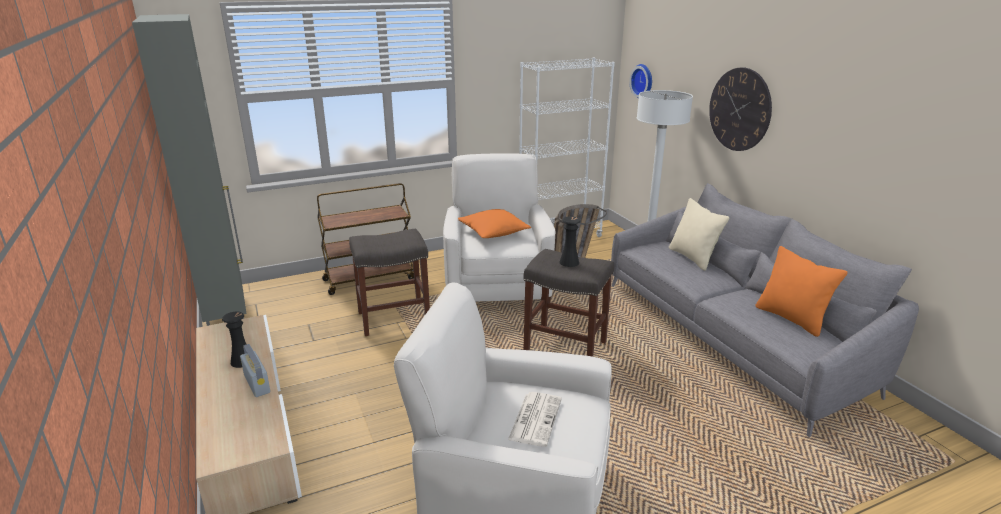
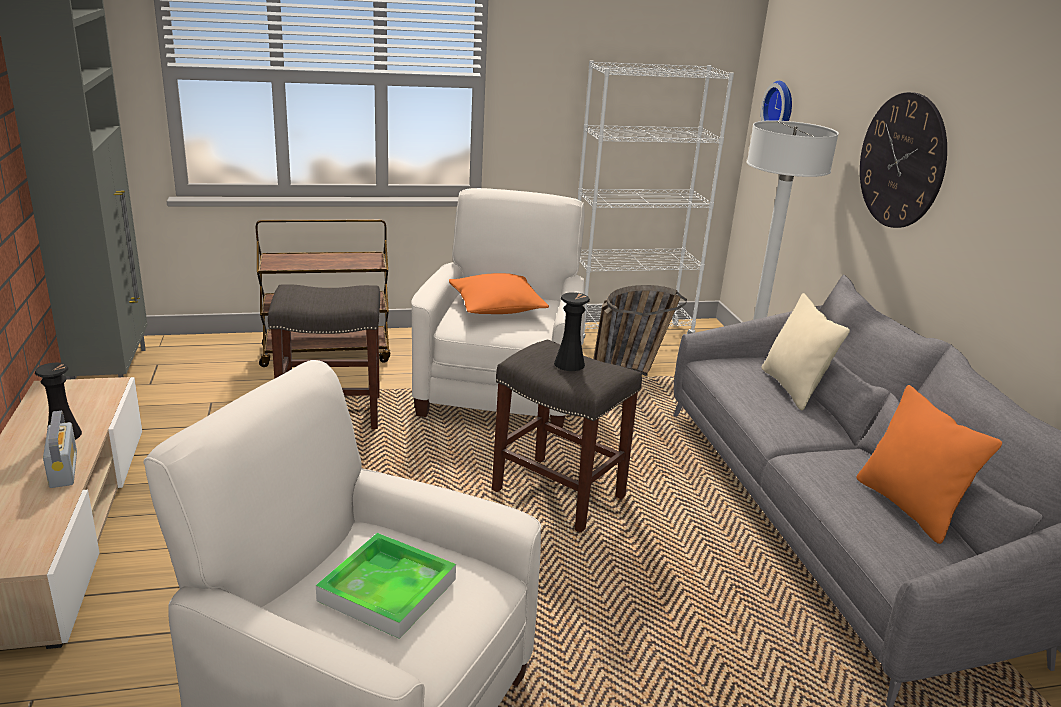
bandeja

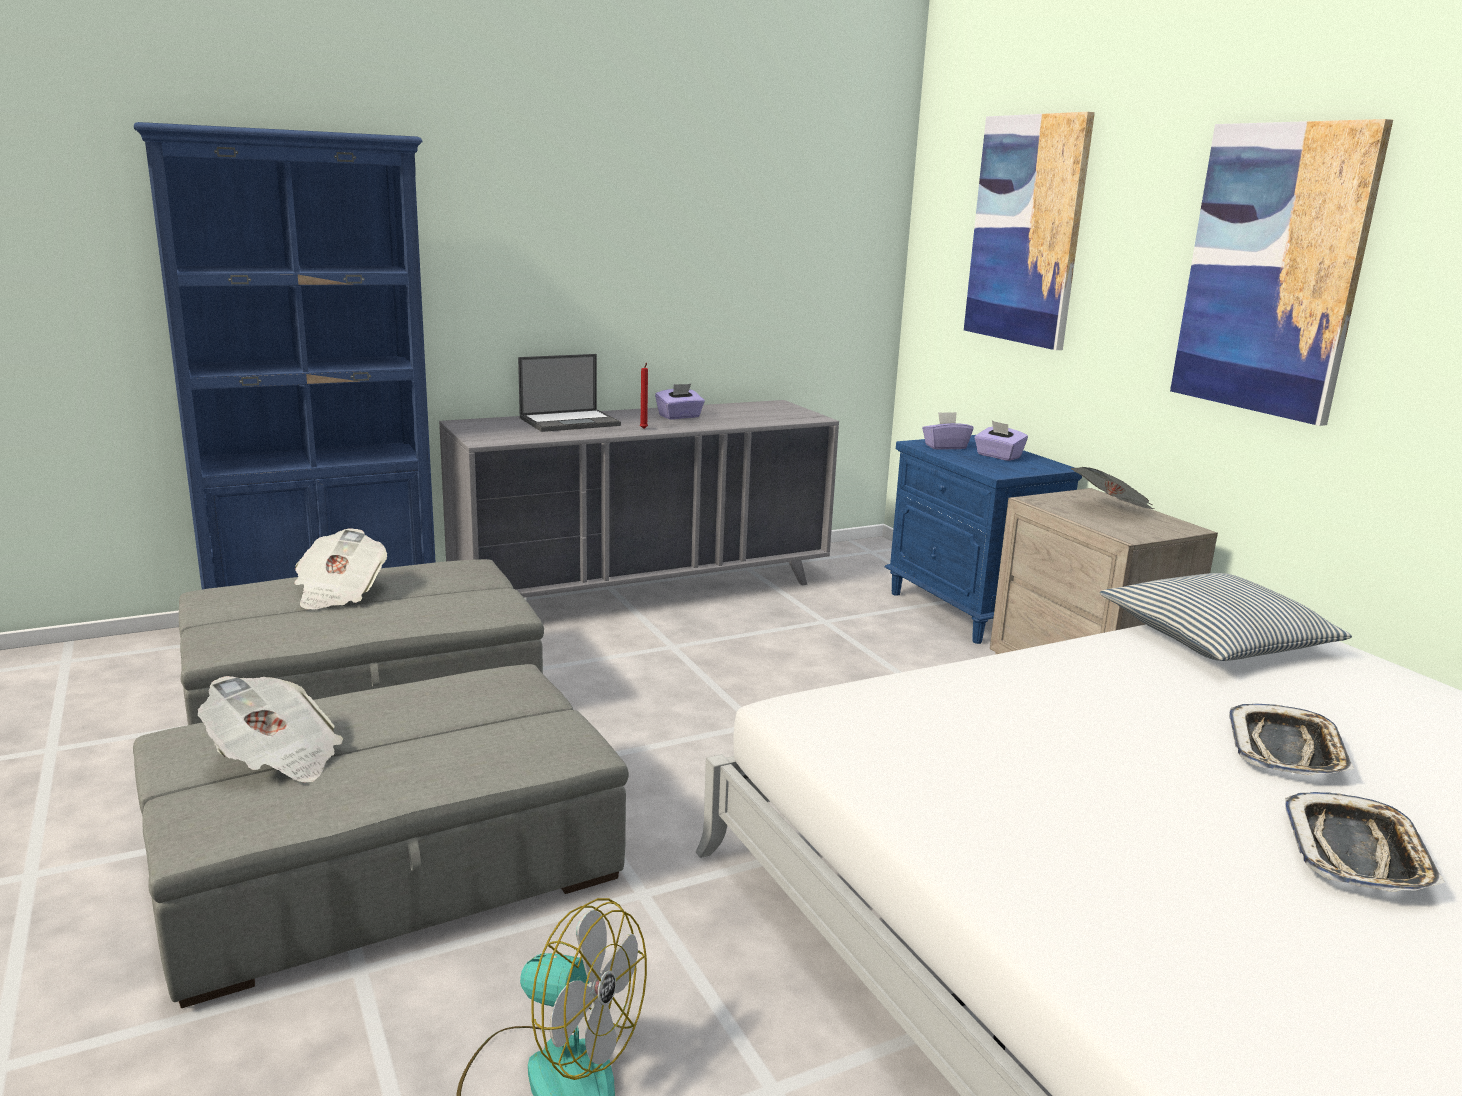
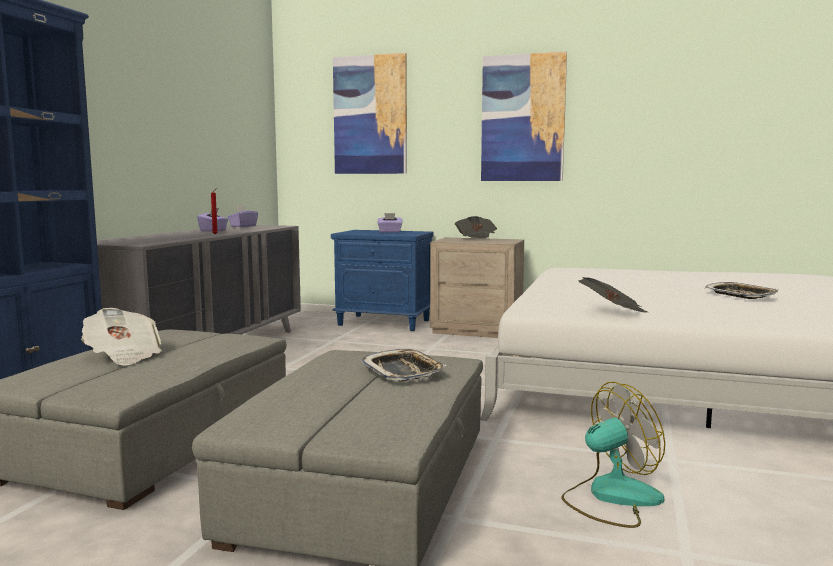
portátil
cojín
periódico (3rd from left)
caja de pañuelos [morado] (2nd from left)
bandeja (1st from left)

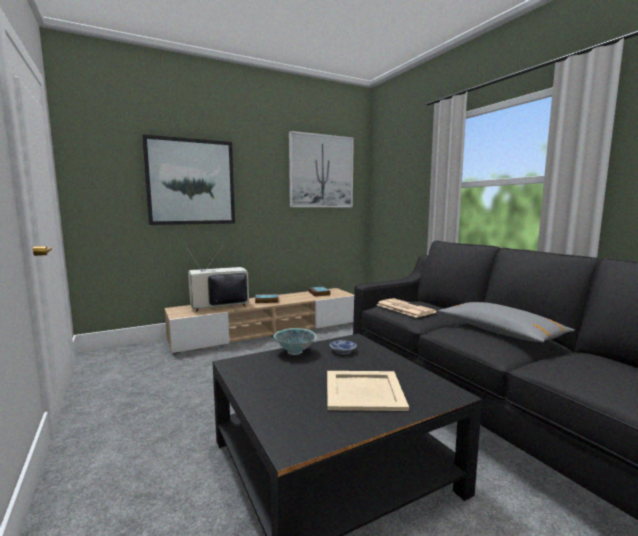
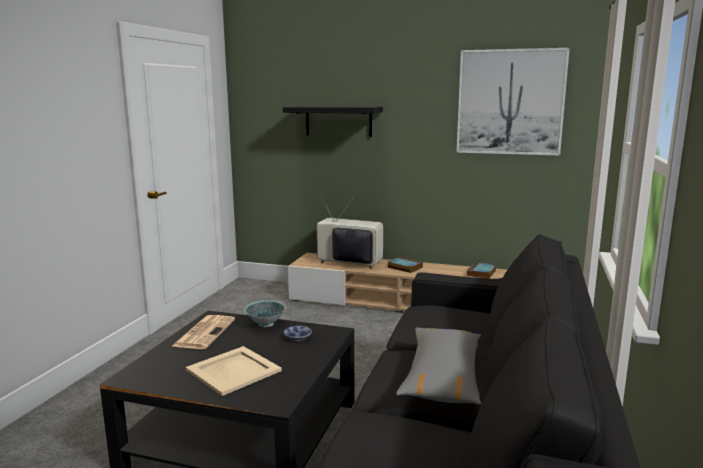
periódico
estante [negro]

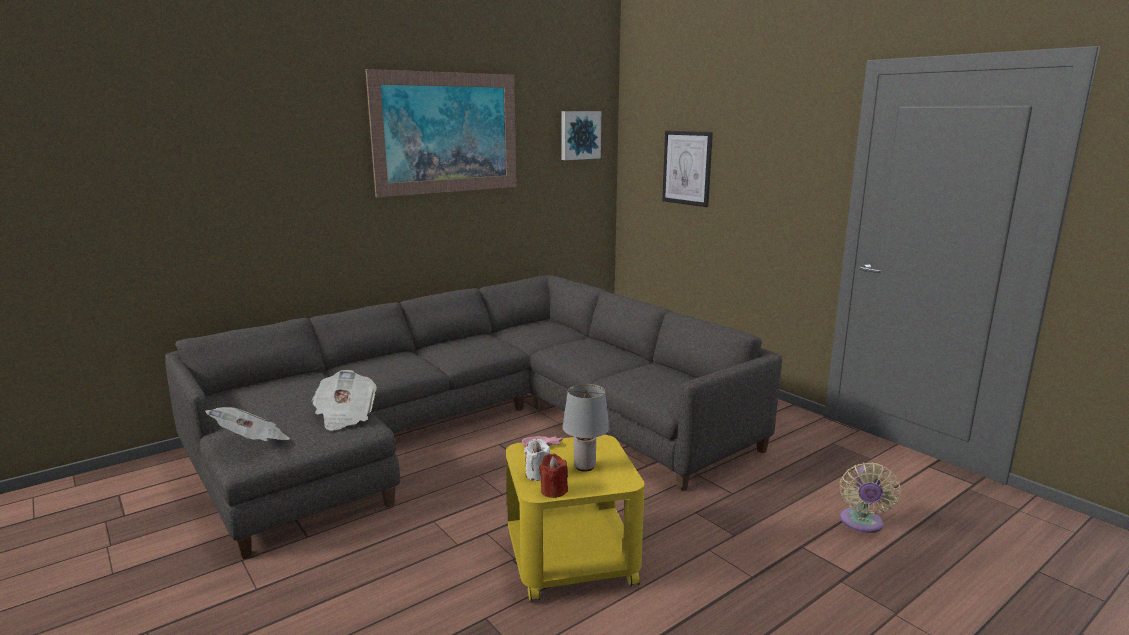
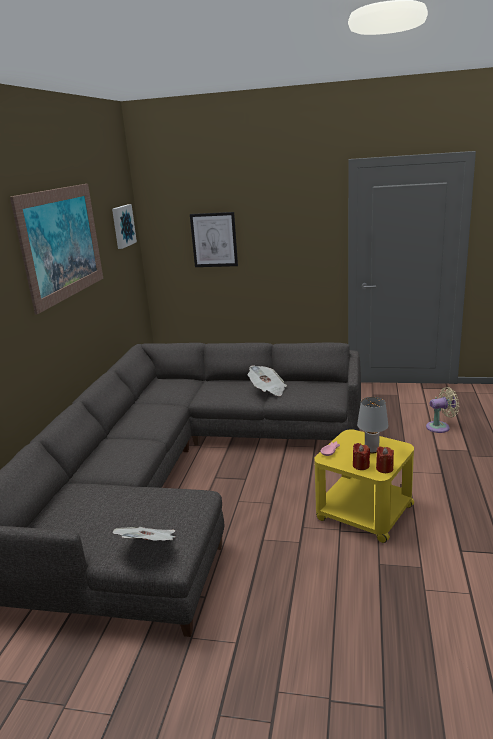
periódico (2nd from left)
vela [rojo] (1st from left)
ventilador [beis]

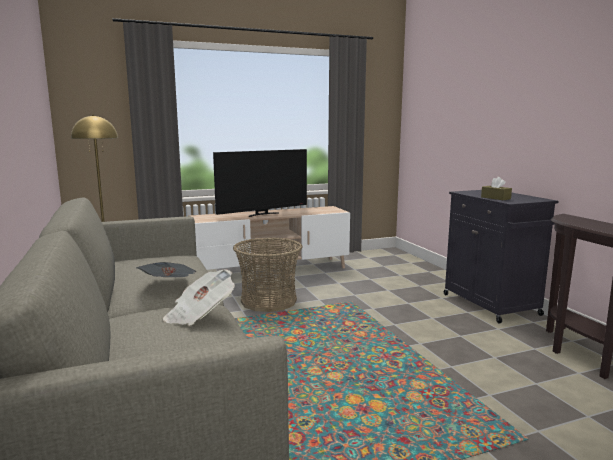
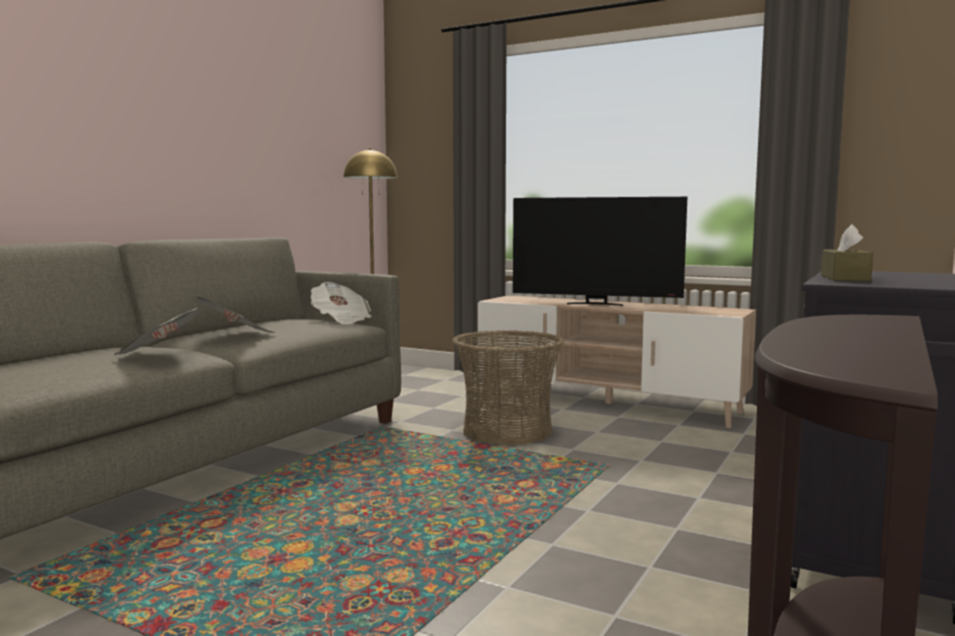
periódico (3rd from left)

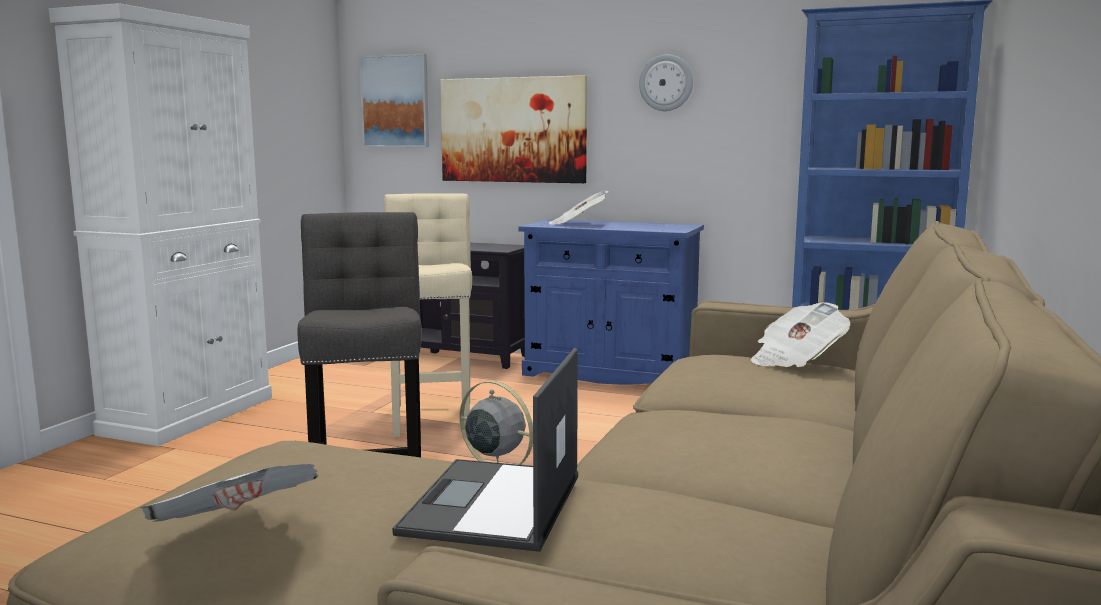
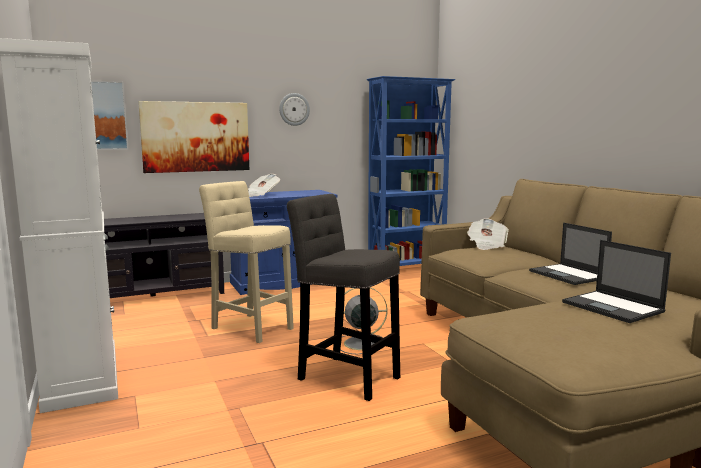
periódico (1st from left in the first image)
portátil (1st from left)

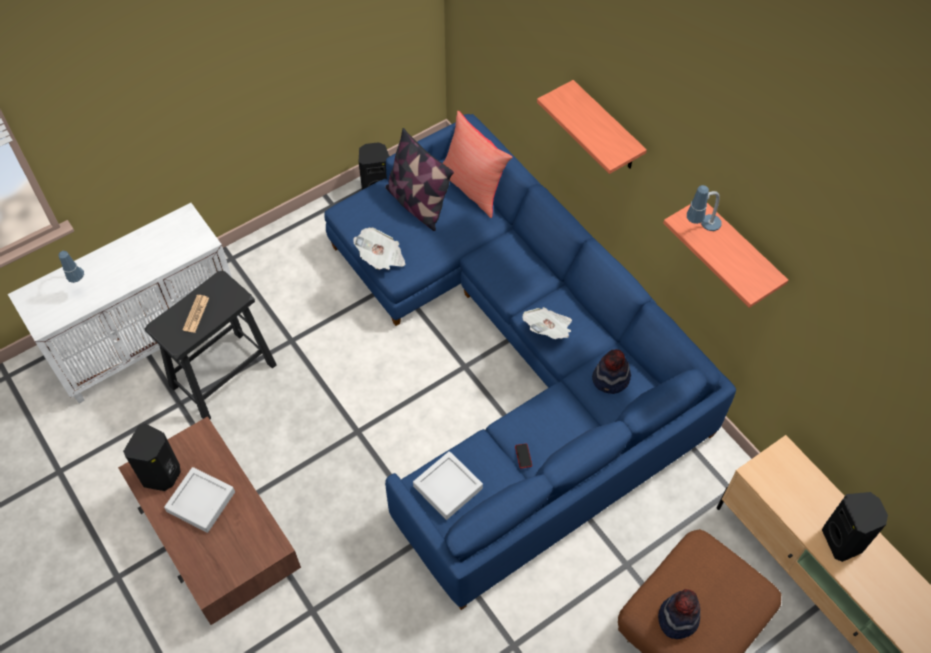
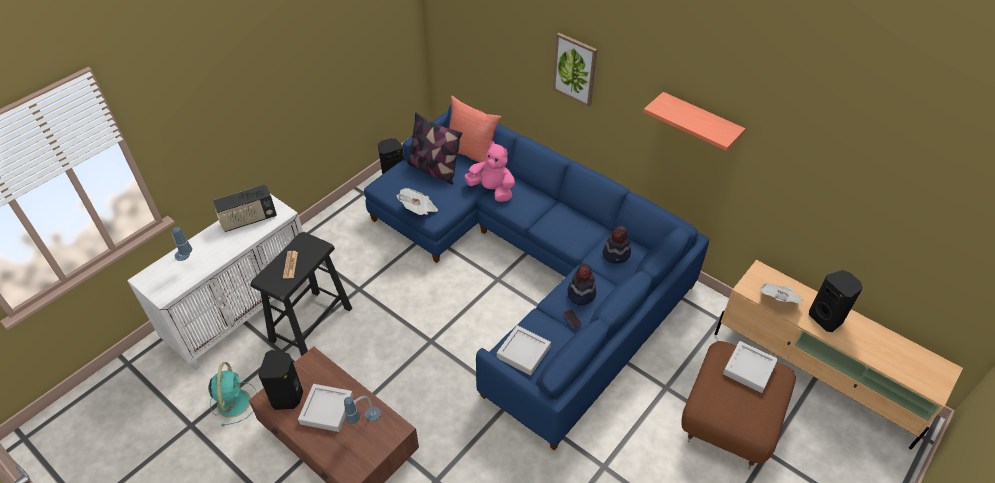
ventilador [turquesa]
radio
peluche [rosa]
bandeja [gris] (3rd from left)
periódico (3rd from left)
sombrero (1st from left)
lámpara de mesa (2nd from left)
cuadro

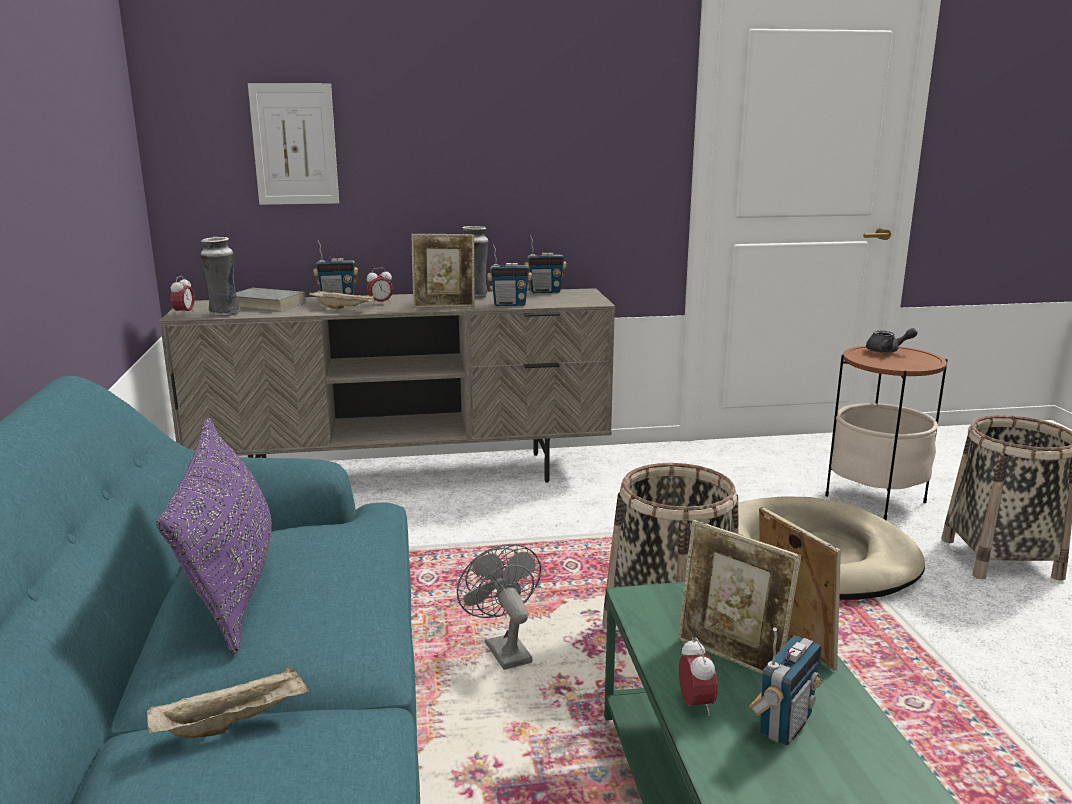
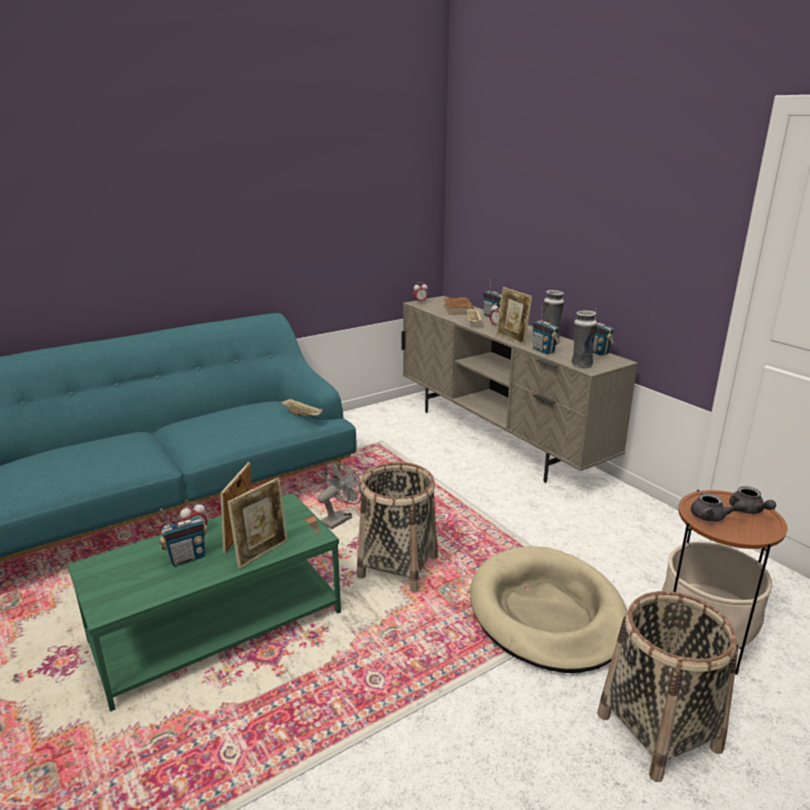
cojín [morado]
cuadro
tetera [gris] (1st from left)
bandeja [beis] (1st from left)
florero (2nd from left)
libro [marrón]
radio (1st from left)

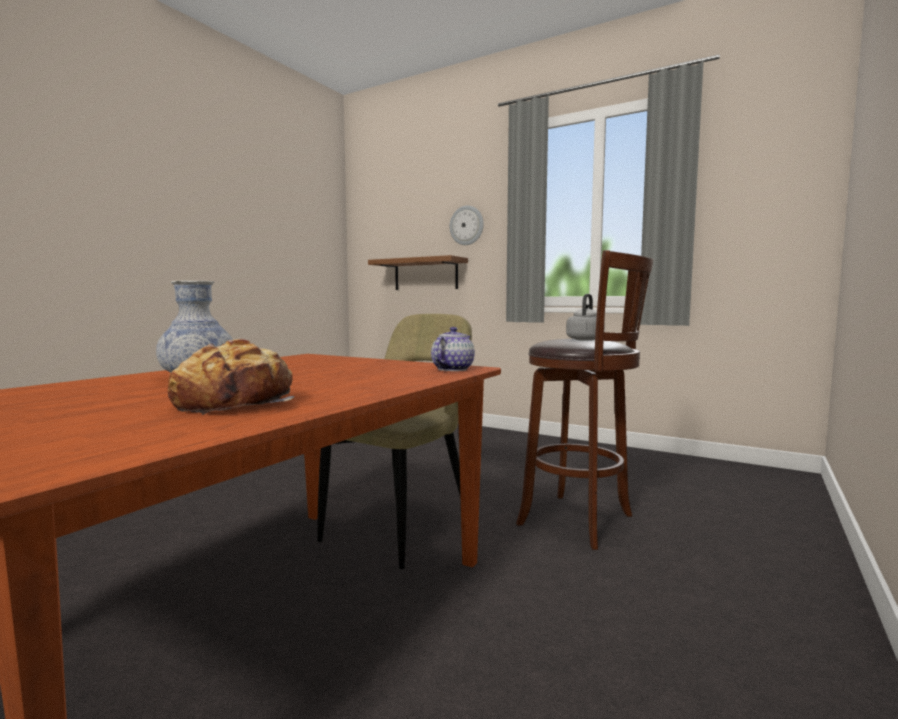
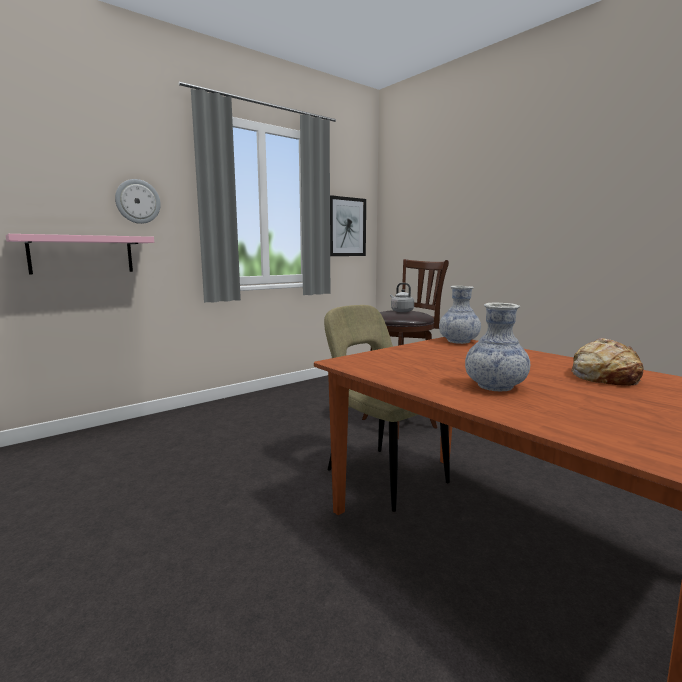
cuadro
florero (1st from left)
estante [rosa]

